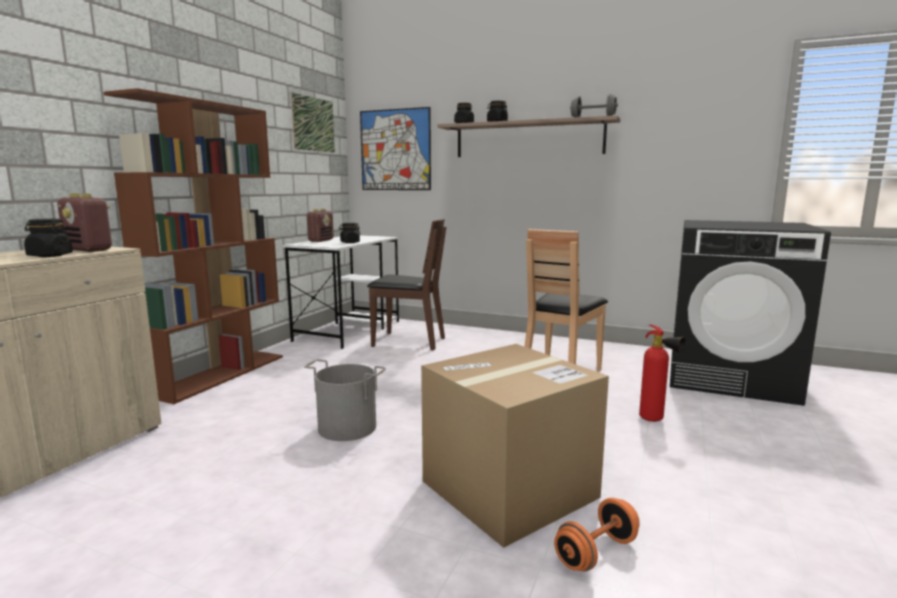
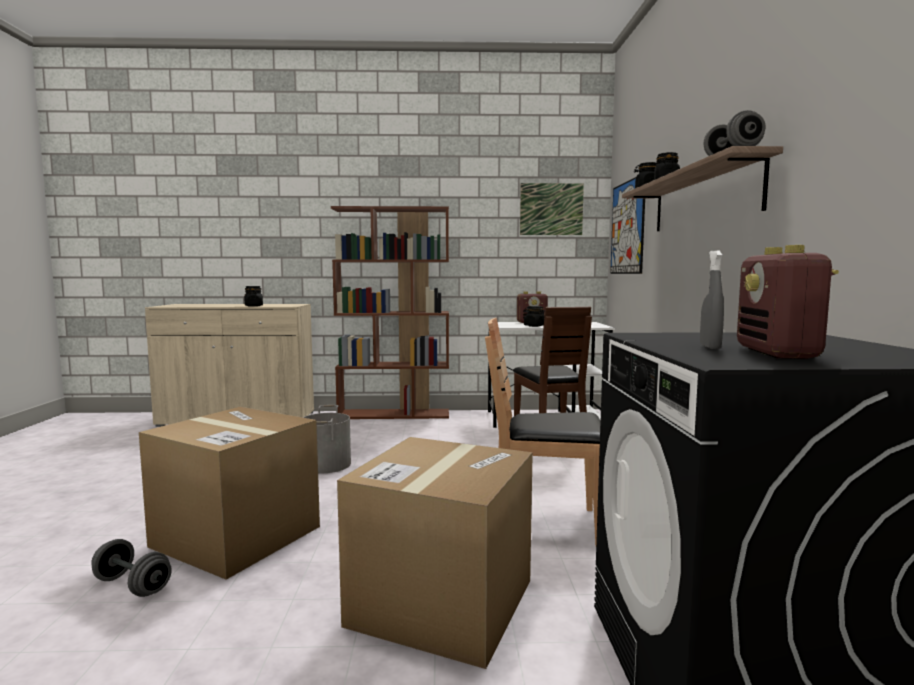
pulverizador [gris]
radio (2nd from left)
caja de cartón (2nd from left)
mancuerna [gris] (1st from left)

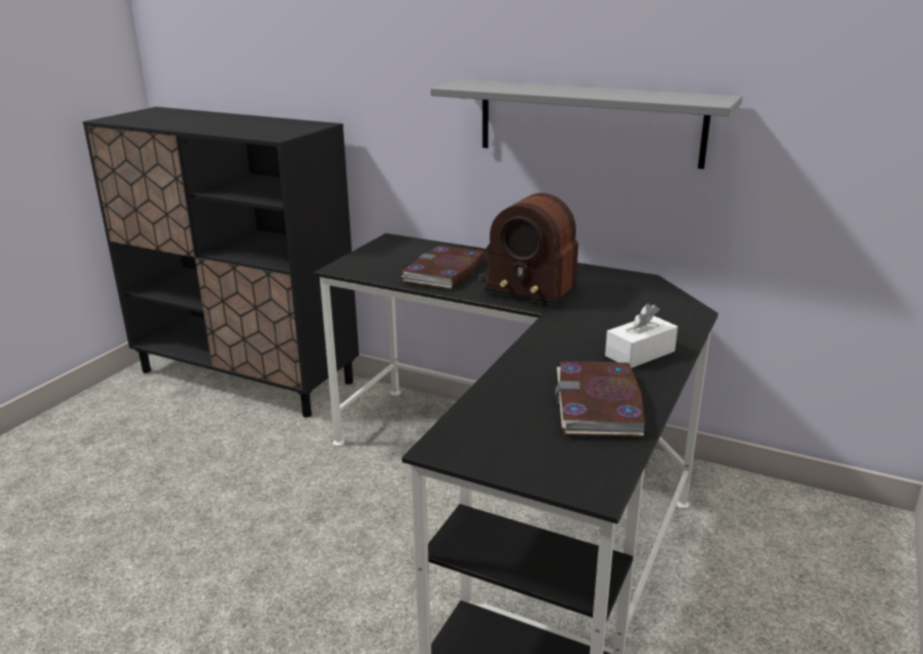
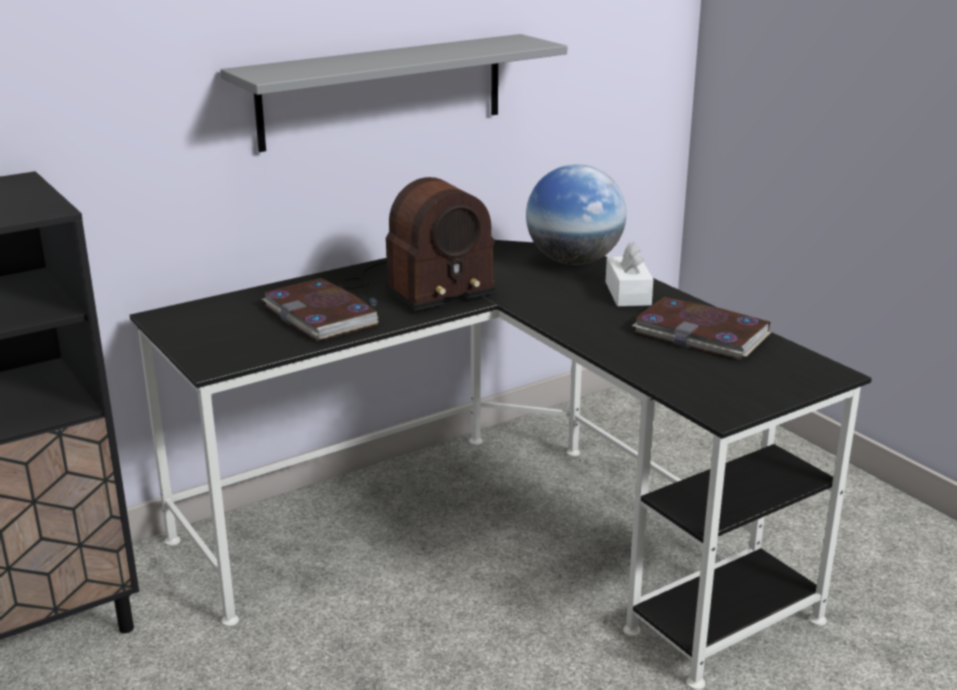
globo terráqueo

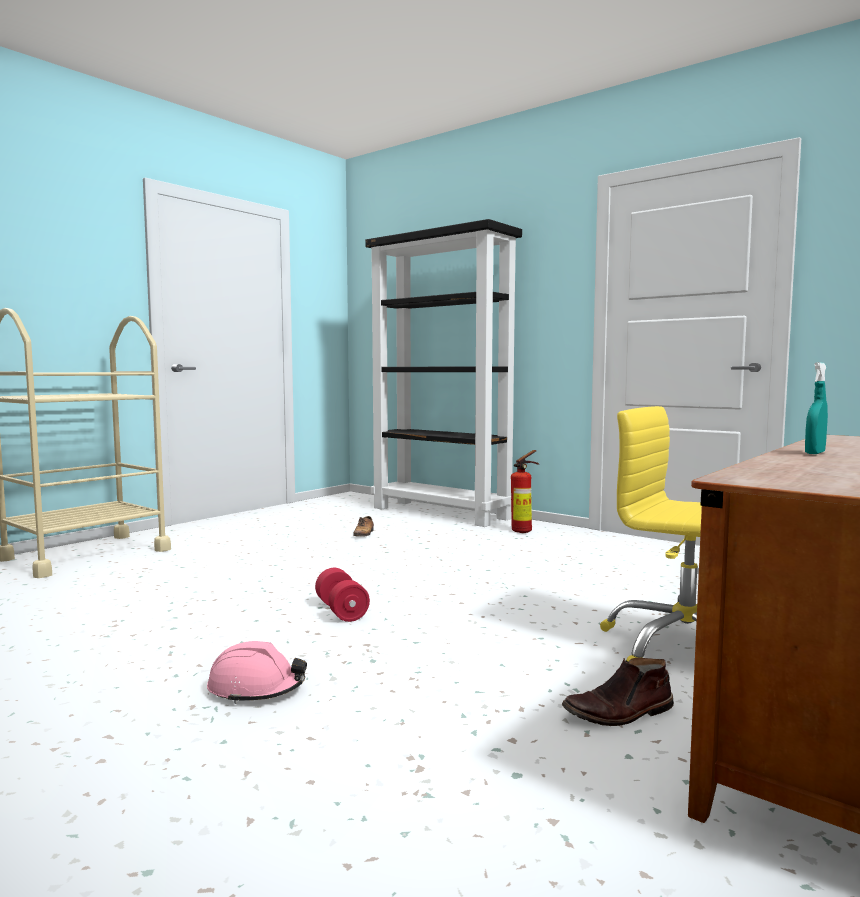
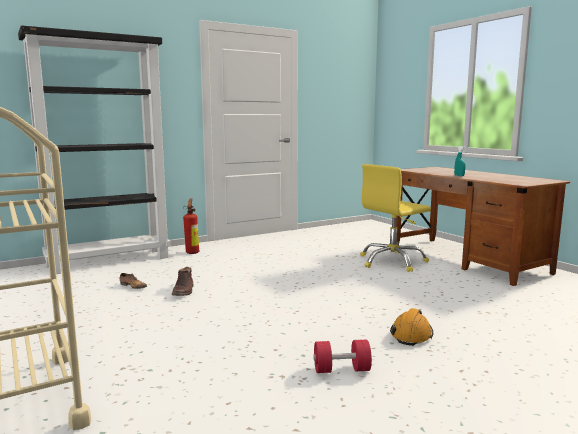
mancuerna [rojo]
bota [marrón]
casco [naranja]

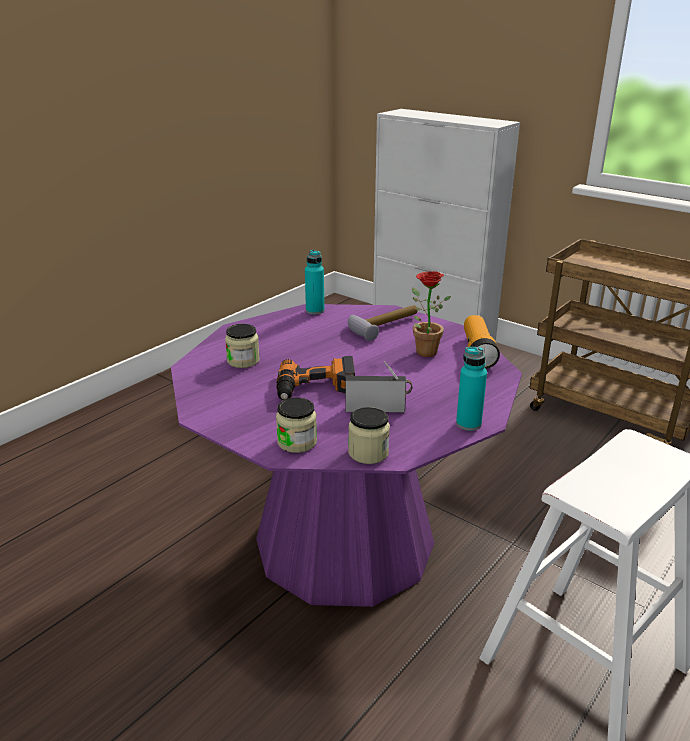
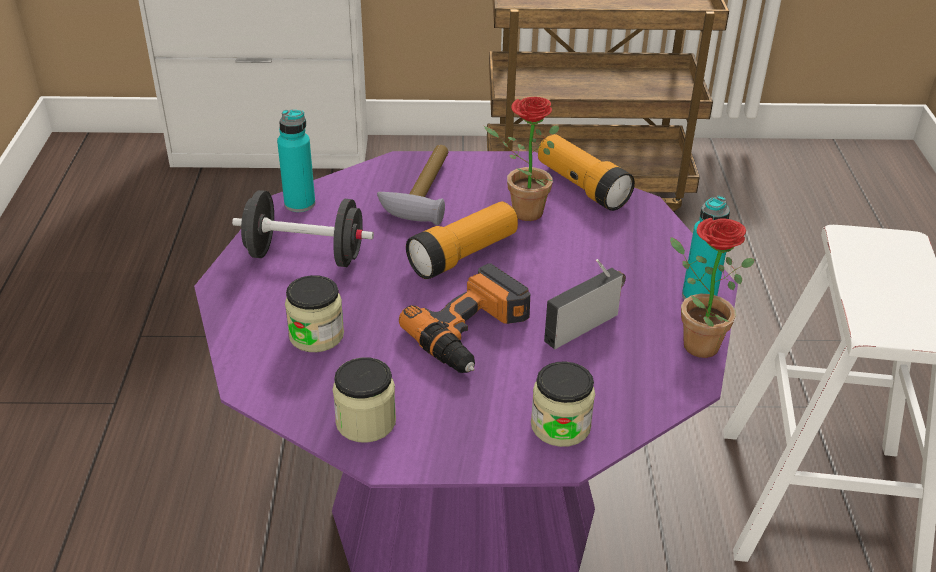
mancuerna [negro]
linterna (1st from left)
planta en maceta (2nd from left)
tarro (2nd from left)

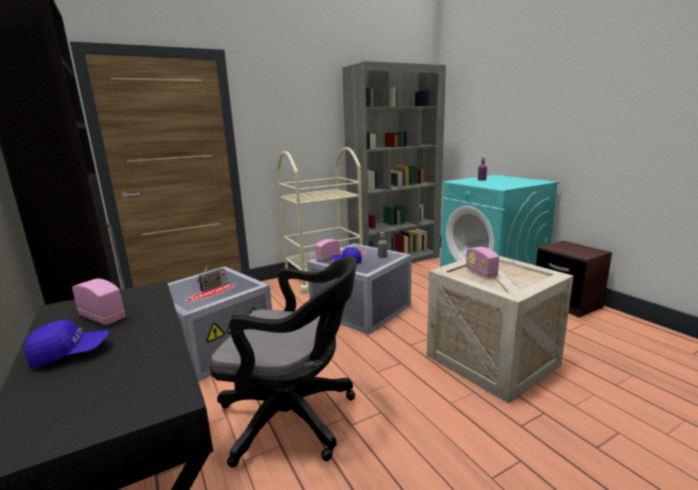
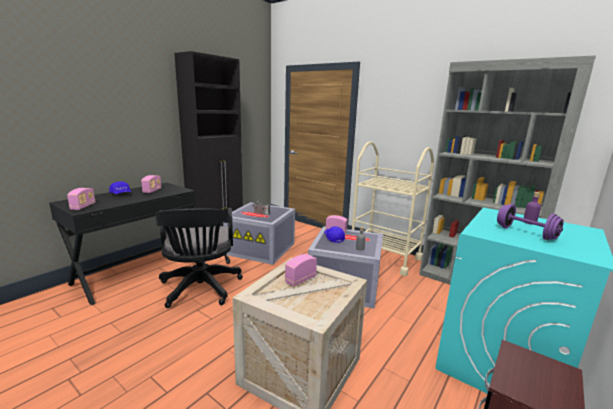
radio (1st from left)
mancuerna [morado]

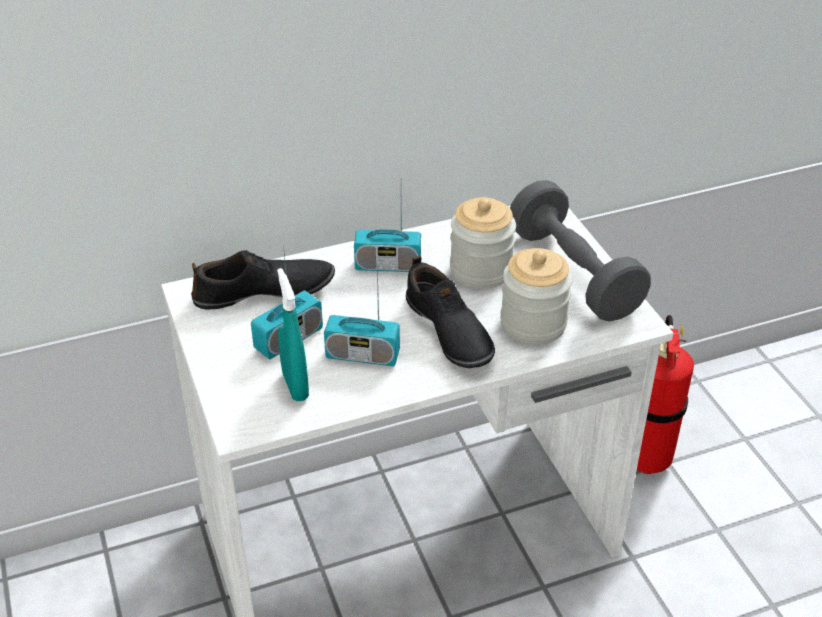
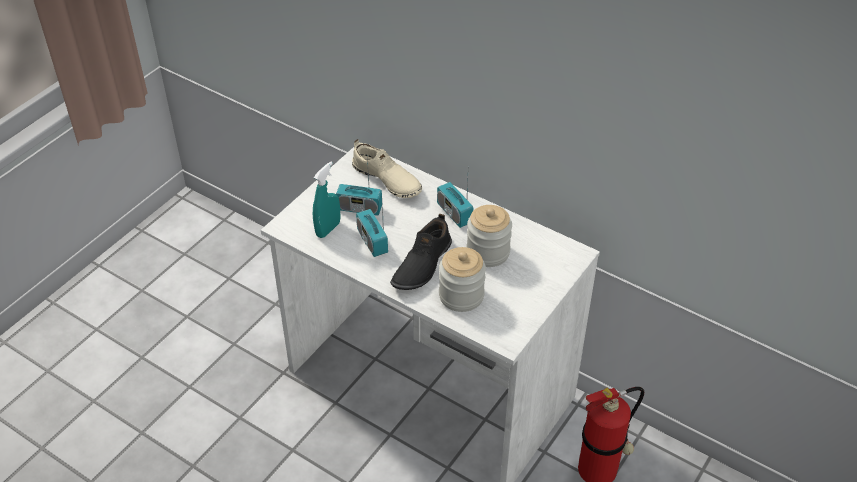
mancuerna [gris]
zapato [beis]

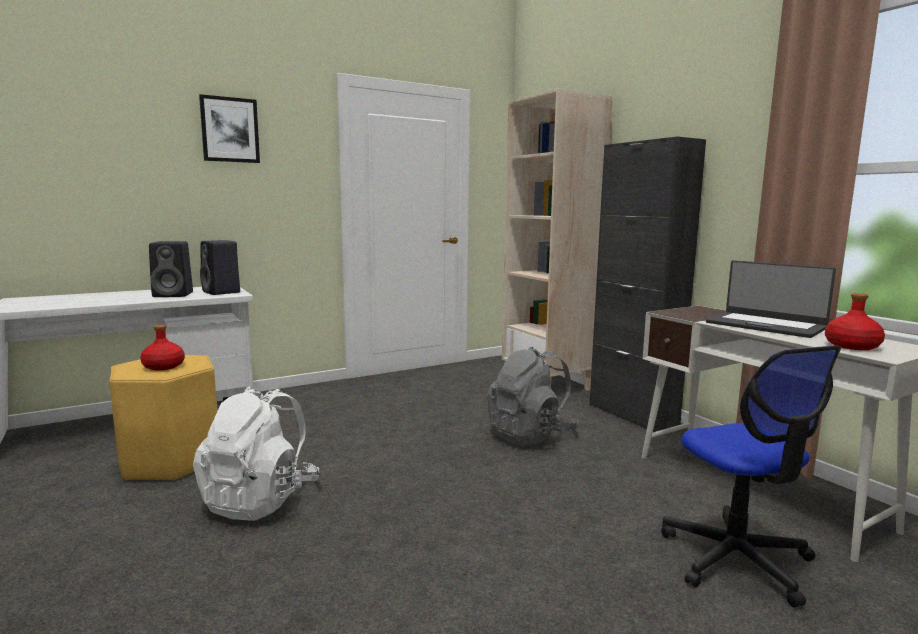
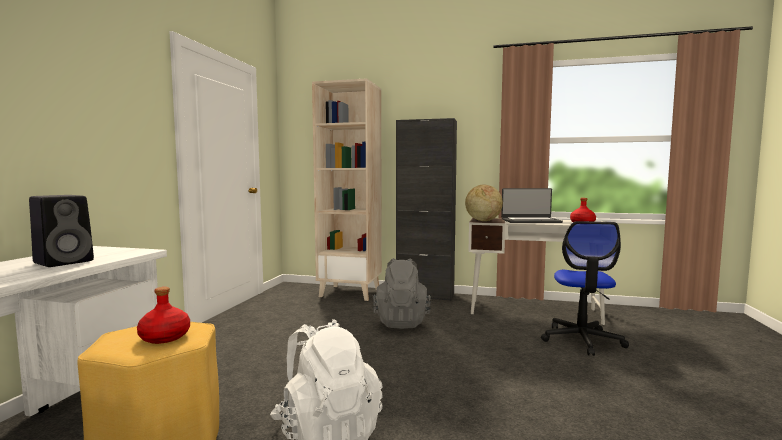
cuadro
altavoz [negro] (2nd from left in the first image)
globo terráqueo
silla de oficina

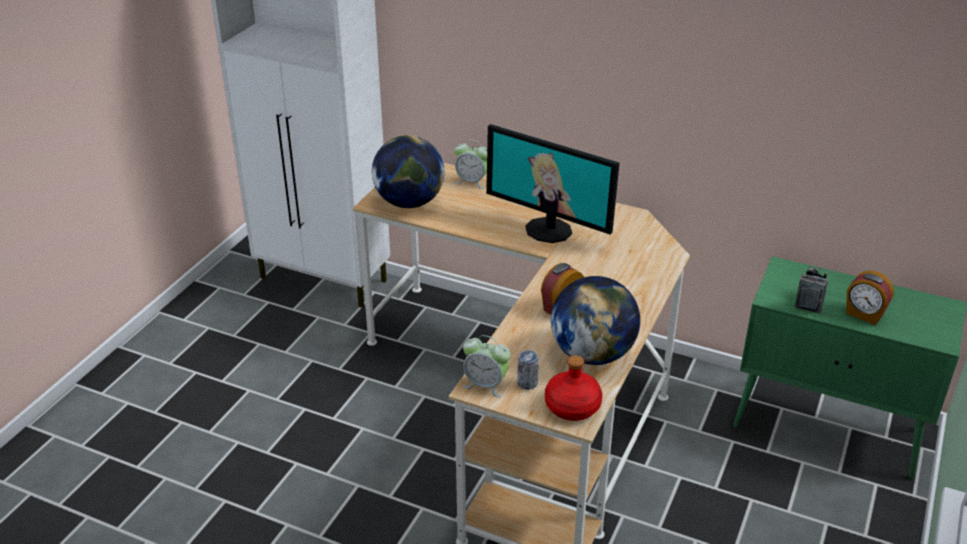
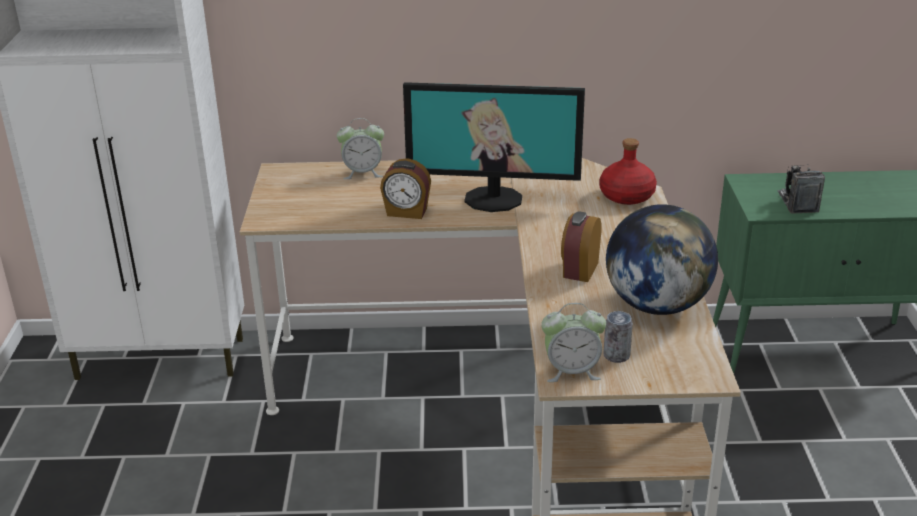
globo terráqueo (1st from left in the first image)
botella [rojo]
despertador (2nd from left)

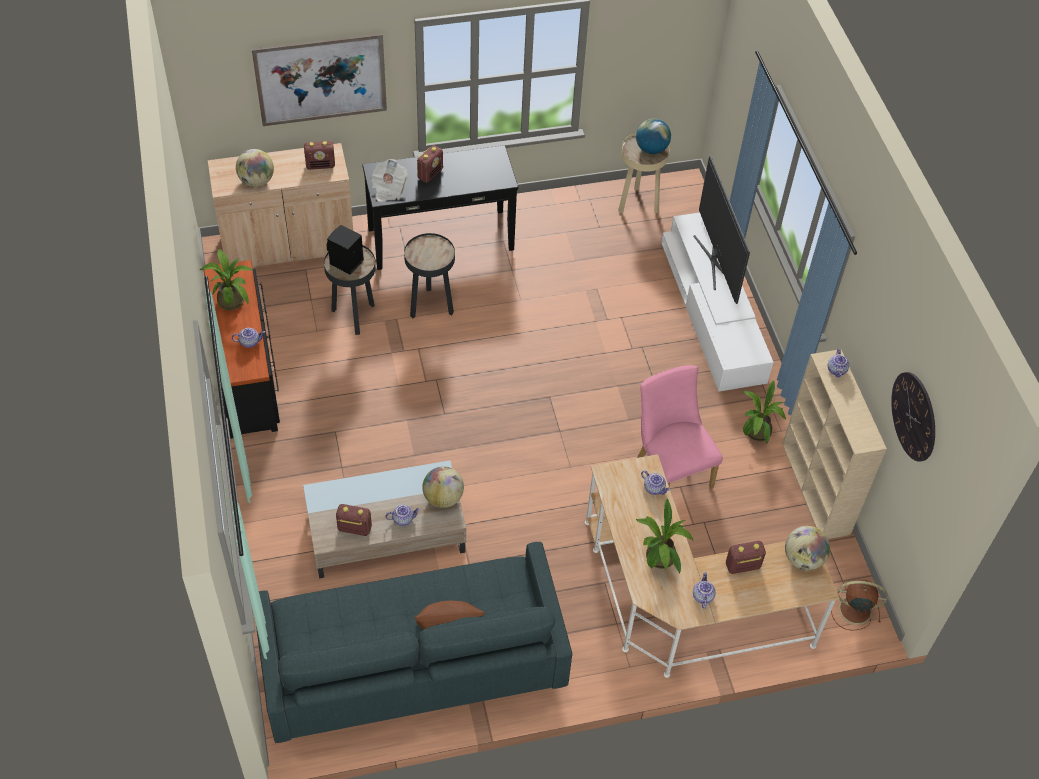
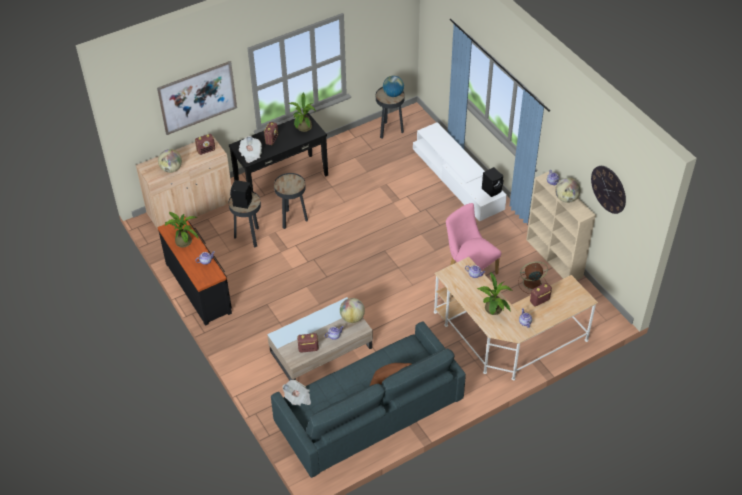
televisor
periódico (2nd from left)
altavoz [negro] (2nd from left)
planta en maceta (2nd from left)
globo terráqueo (4th from left)
ventilador [marrón]
mesa auxiliar [negro] (3rd from left)

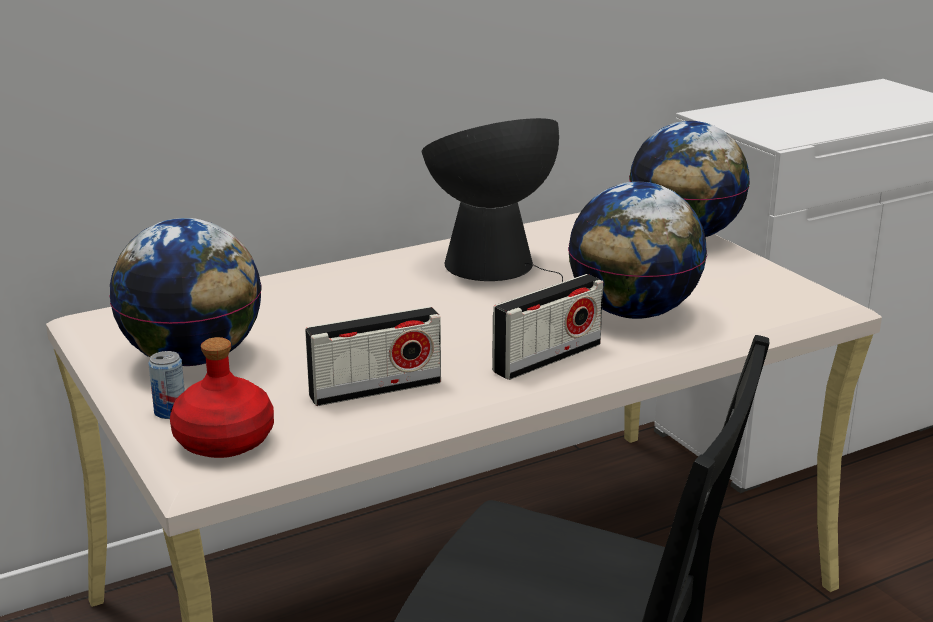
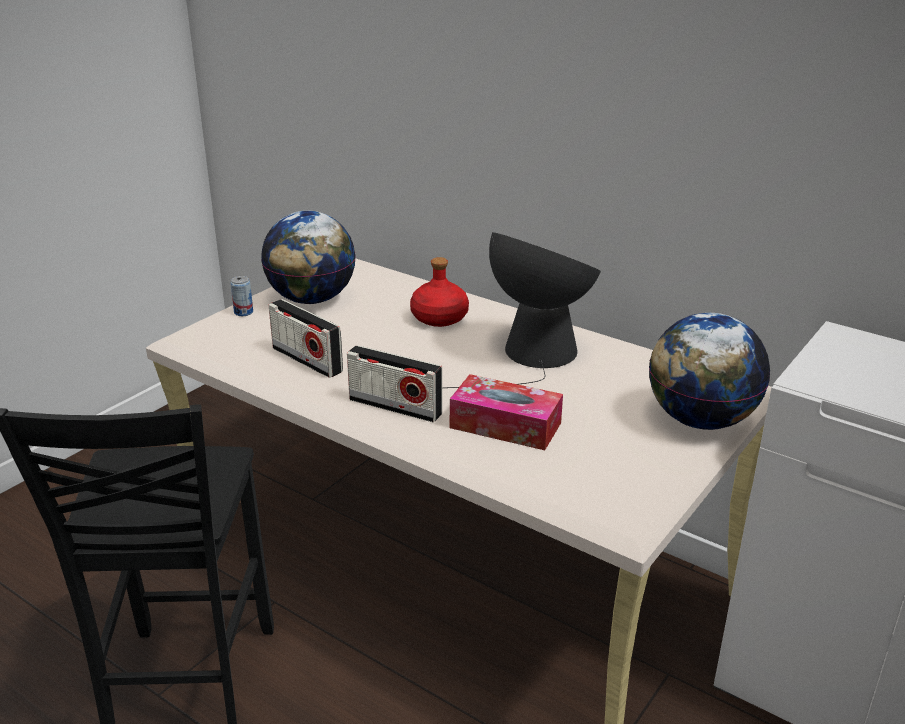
botella [rojo]
caja de pañuelos

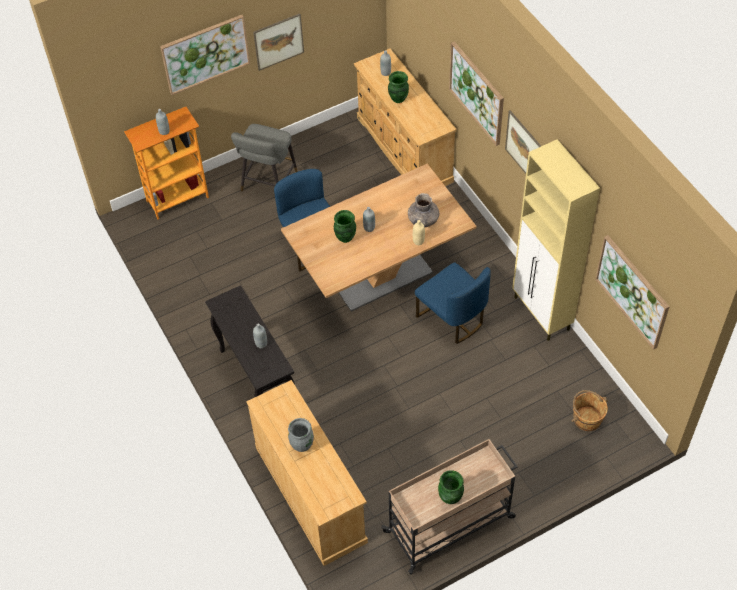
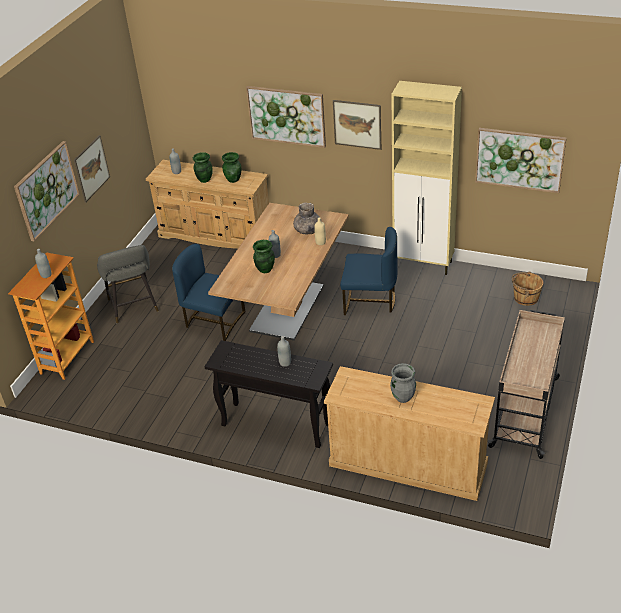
florero [verde] (2nd from left)

